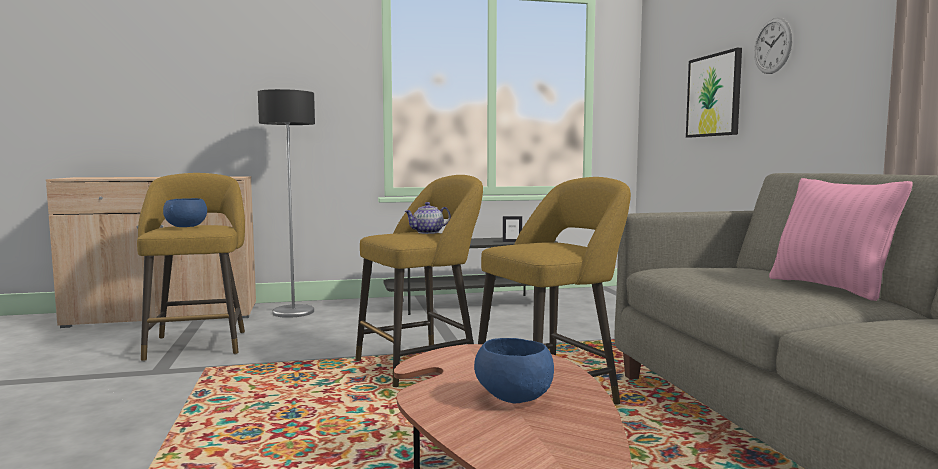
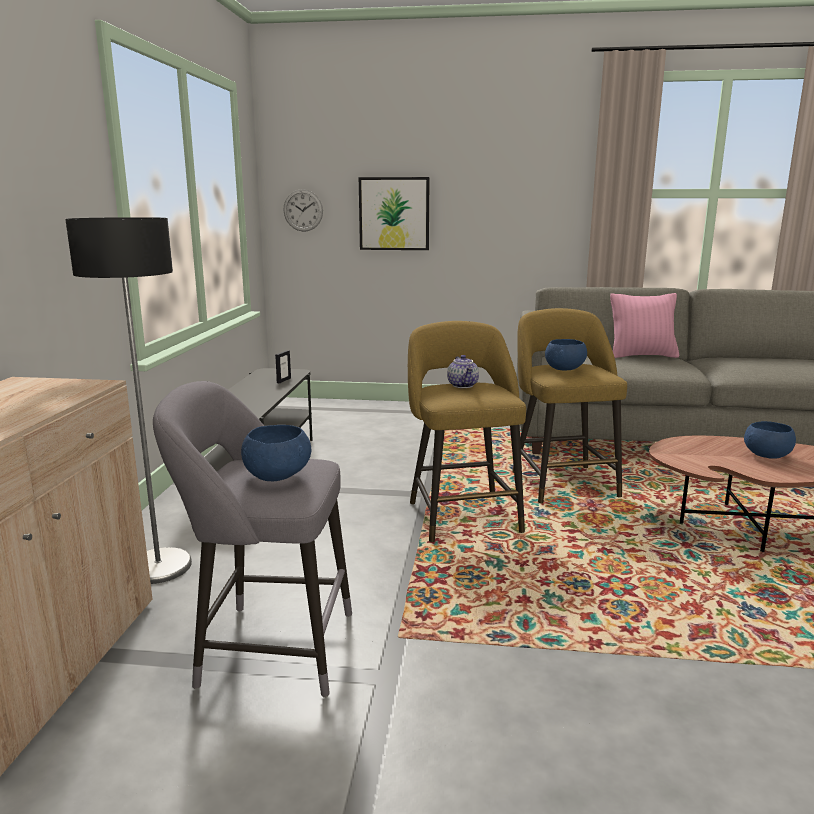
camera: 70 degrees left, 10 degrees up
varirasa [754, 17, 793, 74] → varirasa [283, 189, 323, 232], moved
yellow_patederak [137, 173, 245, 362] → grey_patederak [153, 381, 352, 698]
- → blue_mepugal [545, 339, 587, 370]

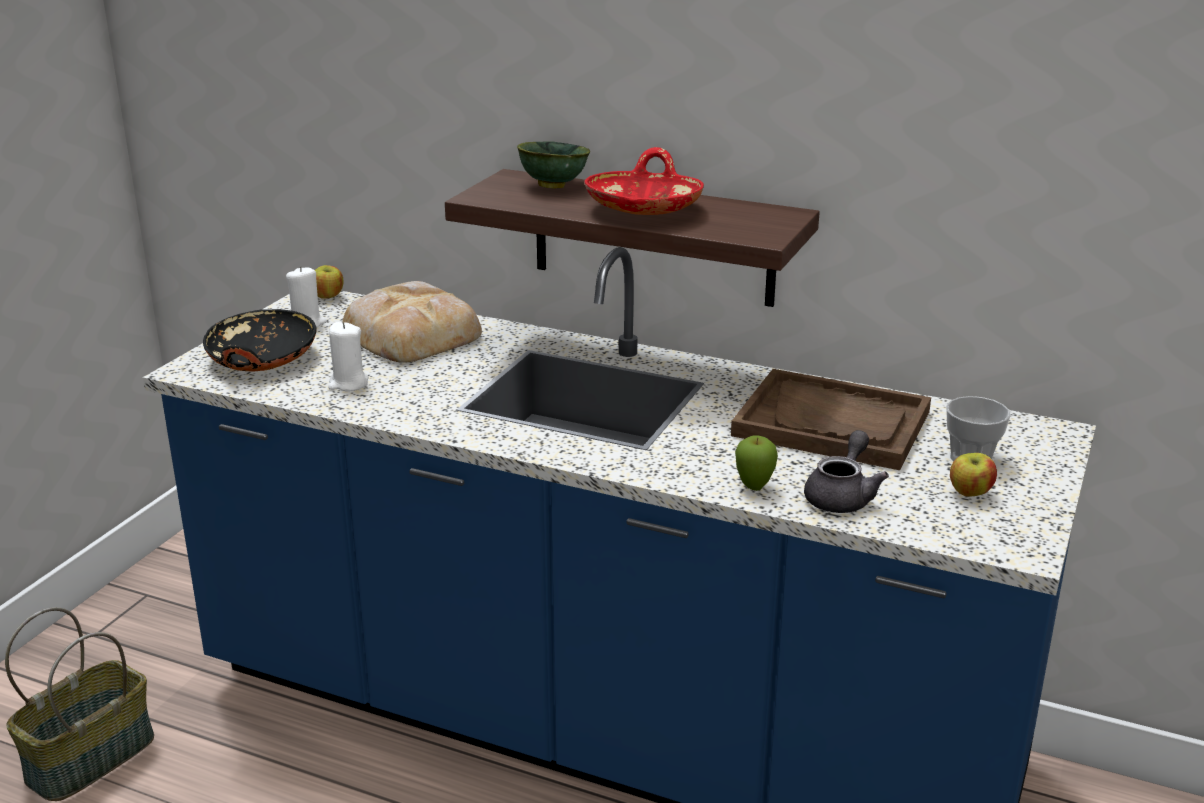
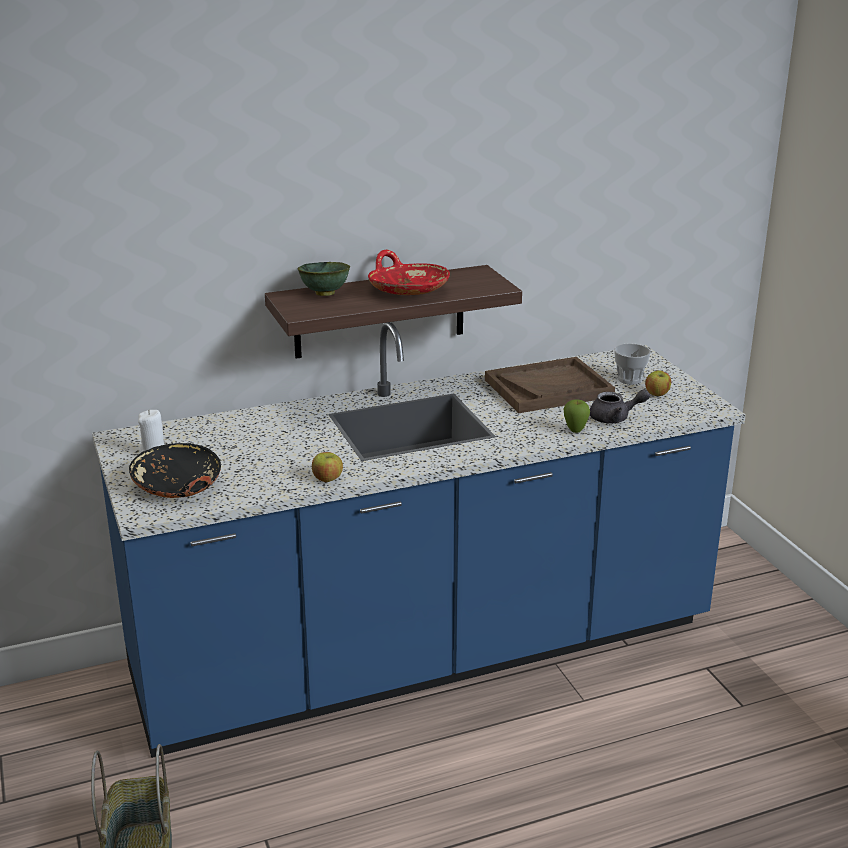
camera: 45 degrees left, 0 degrees up
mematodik [315, 265, 344, 299] → mematodik [312, 452, 343, 482], moved
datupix [342, 281, 482, 363] → -
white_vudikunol [328, 322, 369, 391] → -
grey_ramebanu [804, 430, 889, 513] → grey_ramebanu [590, 389, 650, 423], 105 degrees clockwise

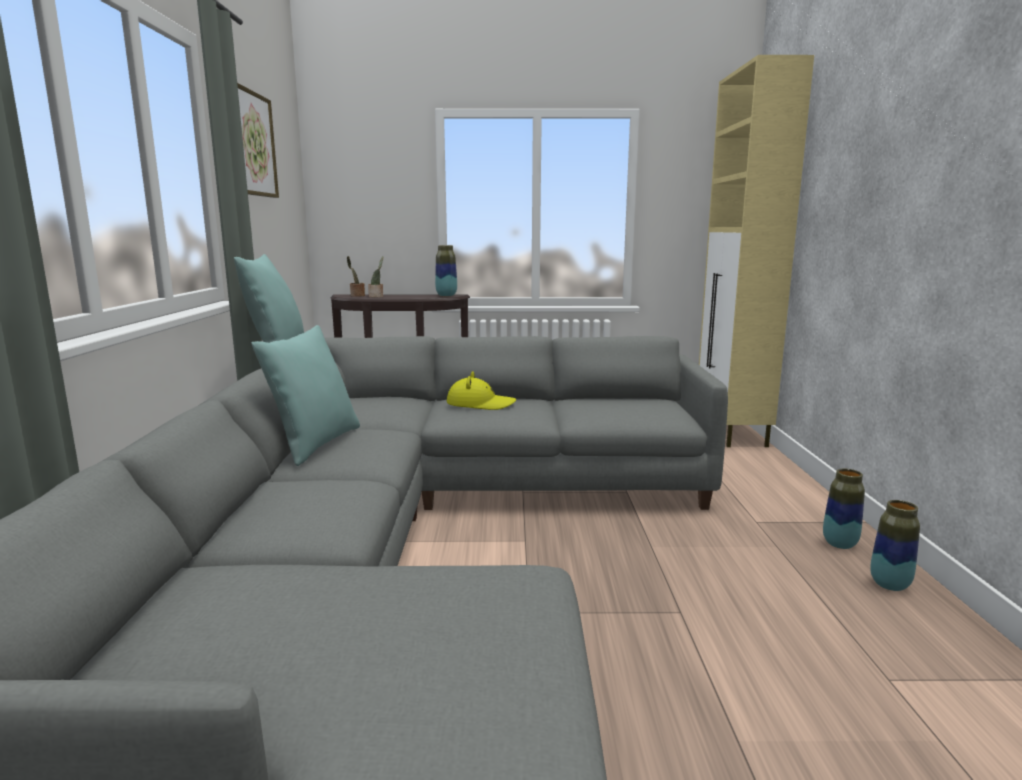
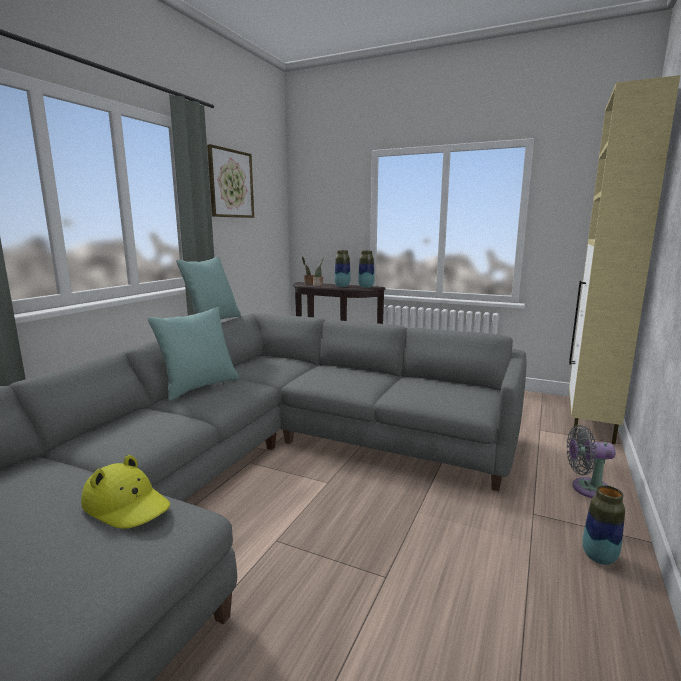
camera: 25 degrees right, 0 degrees up
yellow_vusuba [447, 371, 516, 410] → yellow_vusuba [81, 455, 170, 529], moved
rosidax [870, 500, 920, 591] → rosidax [335, 250, 351, 287], moved
- → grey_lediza [566, 425, 616, 498]

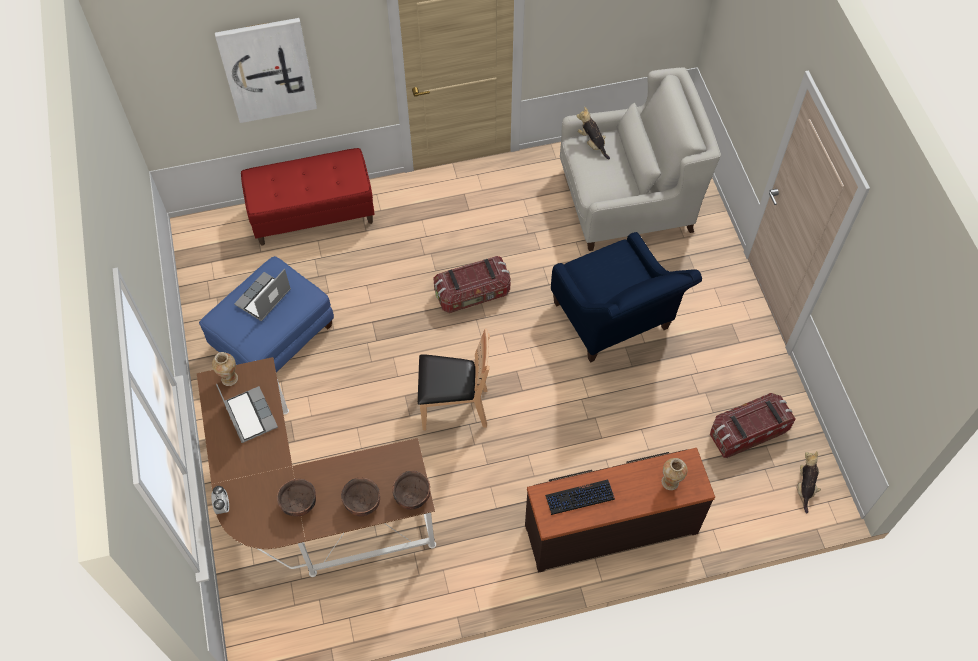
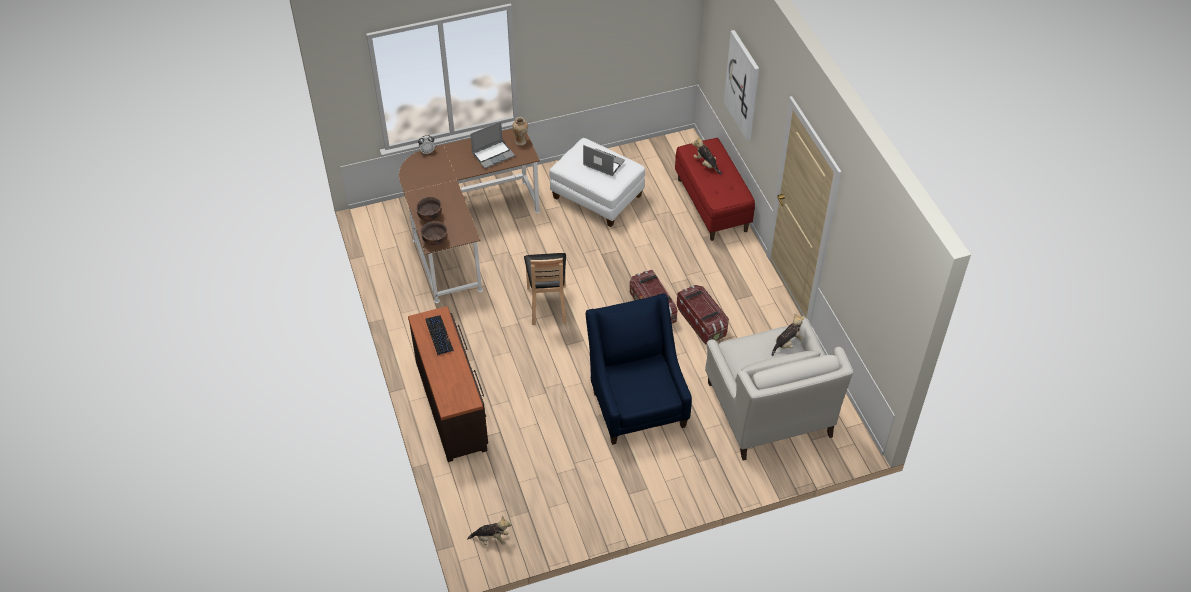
camera: 85 degrees right, 10 degrees down
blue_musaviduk [551, 232, 702, 363] → blue_musaviduk [586, 293, 692, 445], 105 degrees clockwise
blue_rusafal [199, 256, 334, 373] → white_rusafal [549, 138, 645, 227]
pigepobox [710, 393, 796, 458] → pigepobox [677, 285, 729, 345], moved
rosidax [662, 458, 687, 490] → -
brown_mepugal [277, 479, 316, 516] → -
- → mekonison [692, 136, 722, 174]

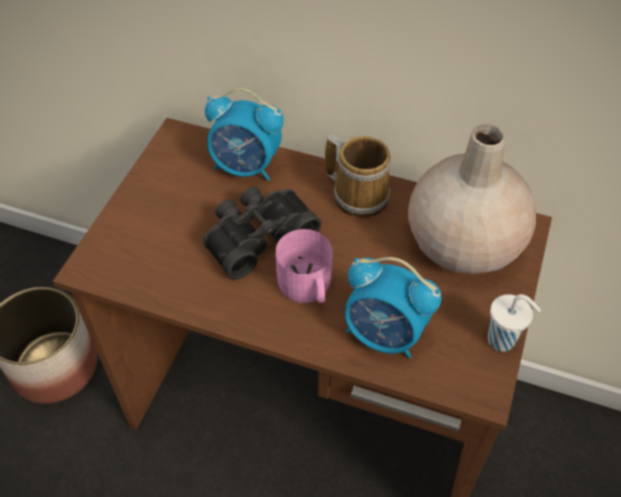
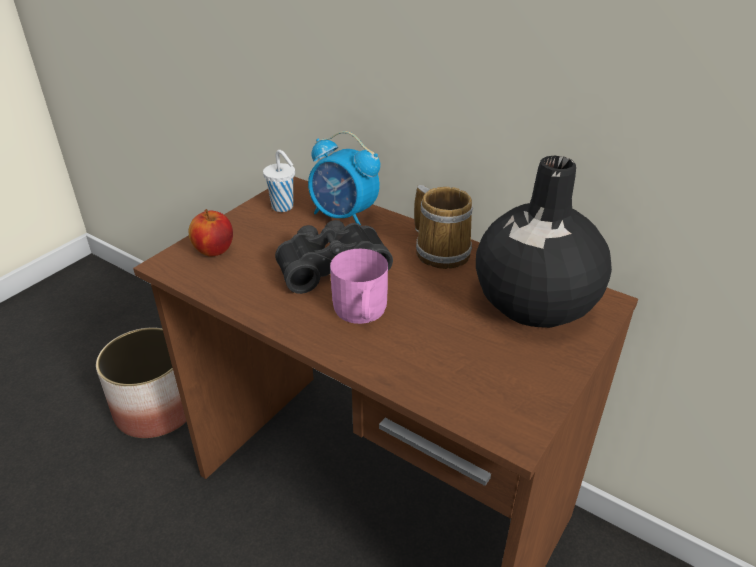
camera: 15 degrees right, 15 degrees down
beige_rosidax [408, 125, 536, 274] → black_rosidax [476, 156, 612, 328]
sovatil [345, 257, 441, 358] → -
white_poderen [487, 294, 541, 352] → white_poderen [263, 150, 295, 212], moved
- → mematodik [189, 209, 233, 257]

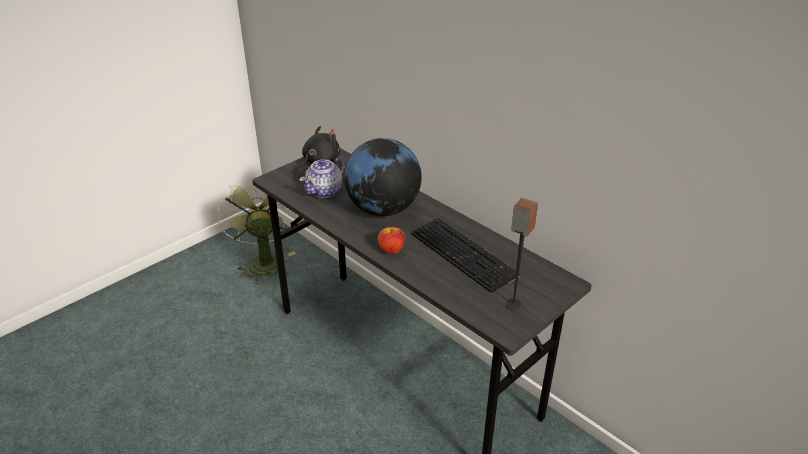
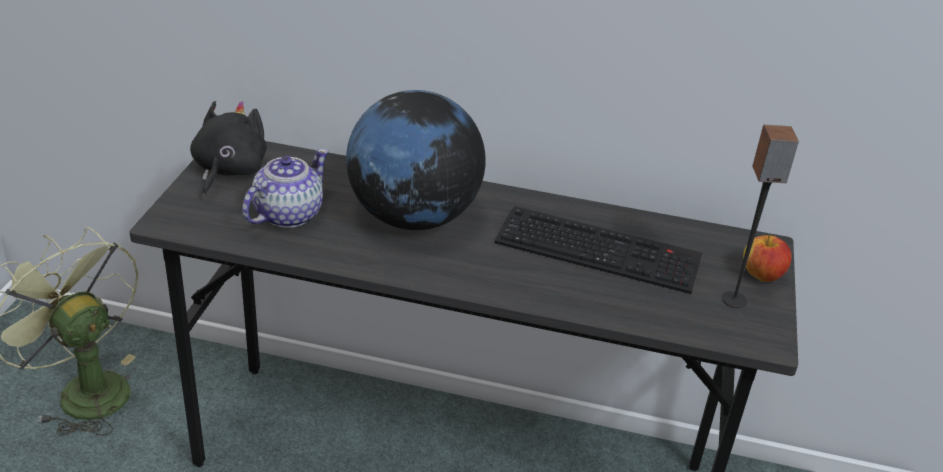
camera: 35 degrees left, 0 degrees up
ramebanu [299, 156, 346, 198] → ramebanu [242, 149, 329, 228], 150 degrees counterclockwise
mematodik [377, 227, 405, 254] → mematodik [743, 235, 792, 282], moved

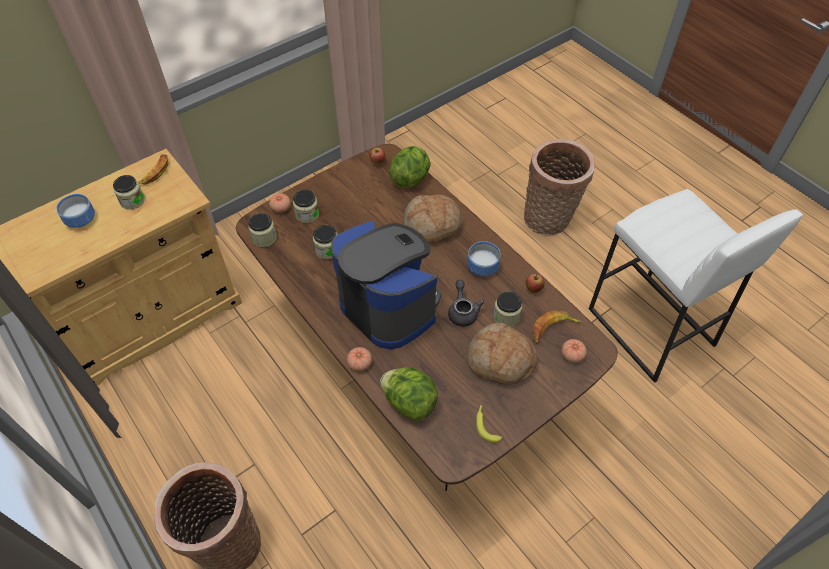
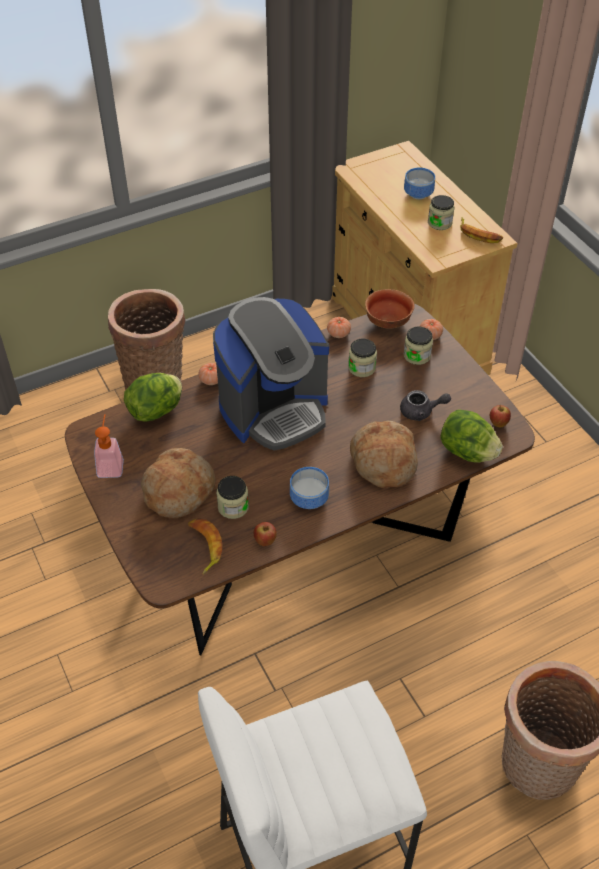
camera: 100 degrees right, 5 degrees down
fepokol [248, 213, 277, 247] → mepugal [365, 289, 415, 329]
grey_ramebanu [448, 280, 485, 327] → grey_ramebanu [400, 390, 451, 421], moved
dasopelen [561, 339, 587, 363] → dasopelen [327, 317, 351, 338], moved
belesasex [476, 404, 502, 443] → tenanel [94, 414, 124, 478]

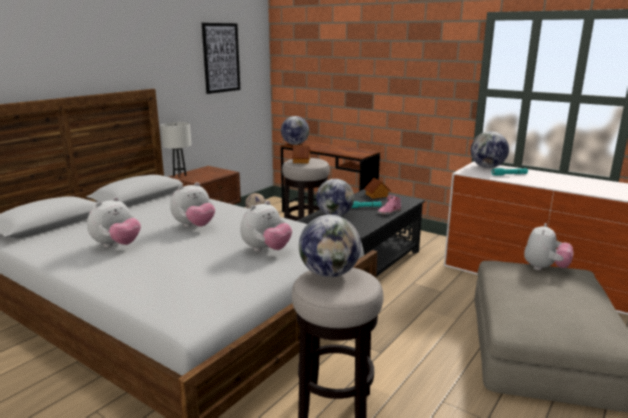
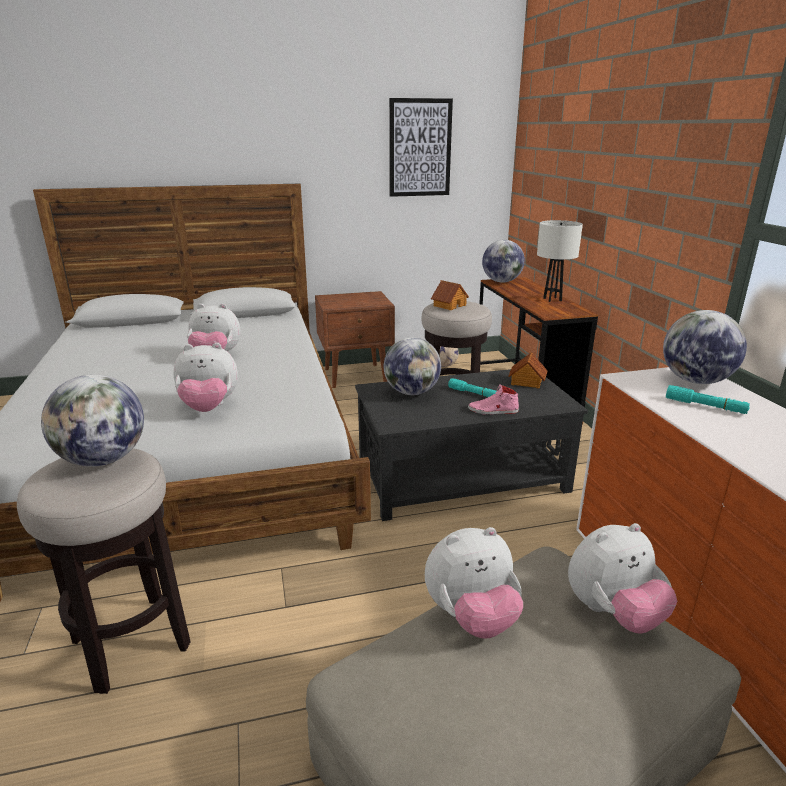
camera: 40 degrees right, 5 degrees up
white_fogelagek [161, 122, 191, 178] → white_fogelagek [537, 220, 583, 302], moved
mekonison [87, 197, 141, 247] → mekonison [425, 527, 523, 639], moved

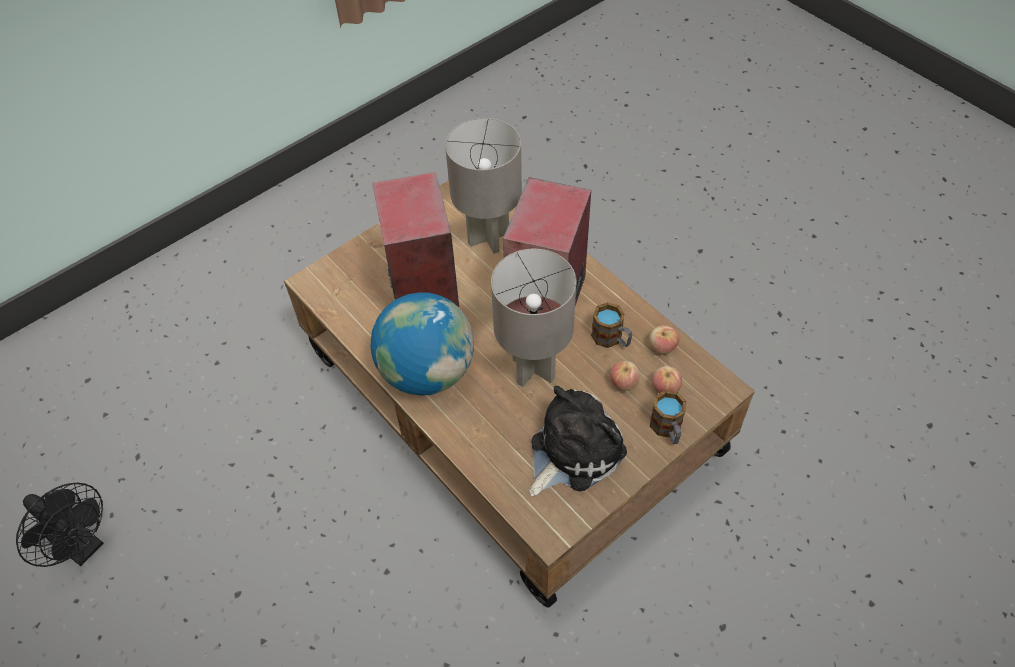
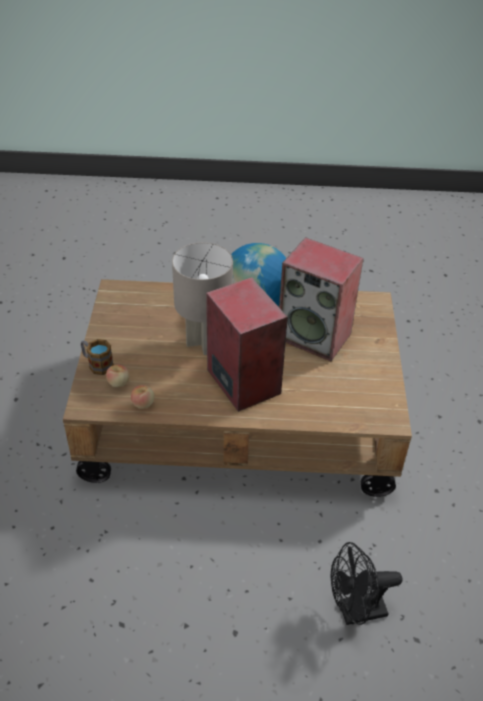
camera: 130 degrees right, 10 degrees down
grey_fogelagek [445, 118, 522, 254] → -
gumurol [591, 302, 632, 348] → -
mematodik [610, 361, 640, 391] → -
mekonison [529, 386, 627, 496] → -
black_lediza [16, 483, 103, 567] → black_lediza [331, 542, 402, 625], moved

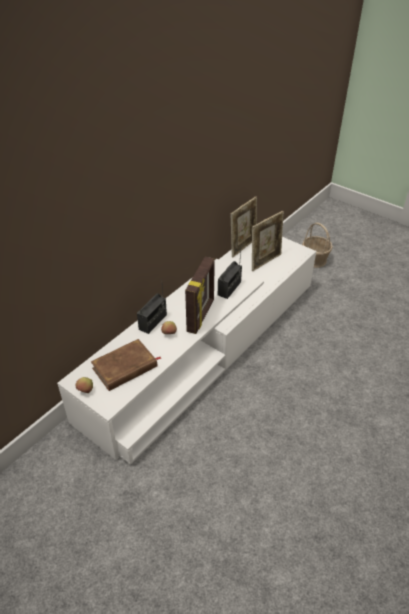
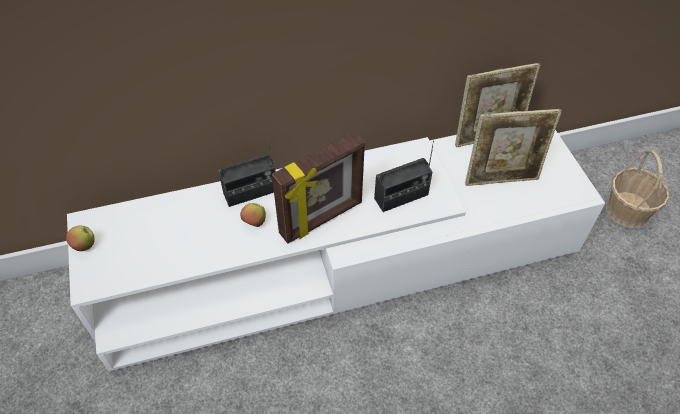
camera: 35 degrees right, 10 degrees up
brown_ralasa [91, 339, 161, 391] → -

